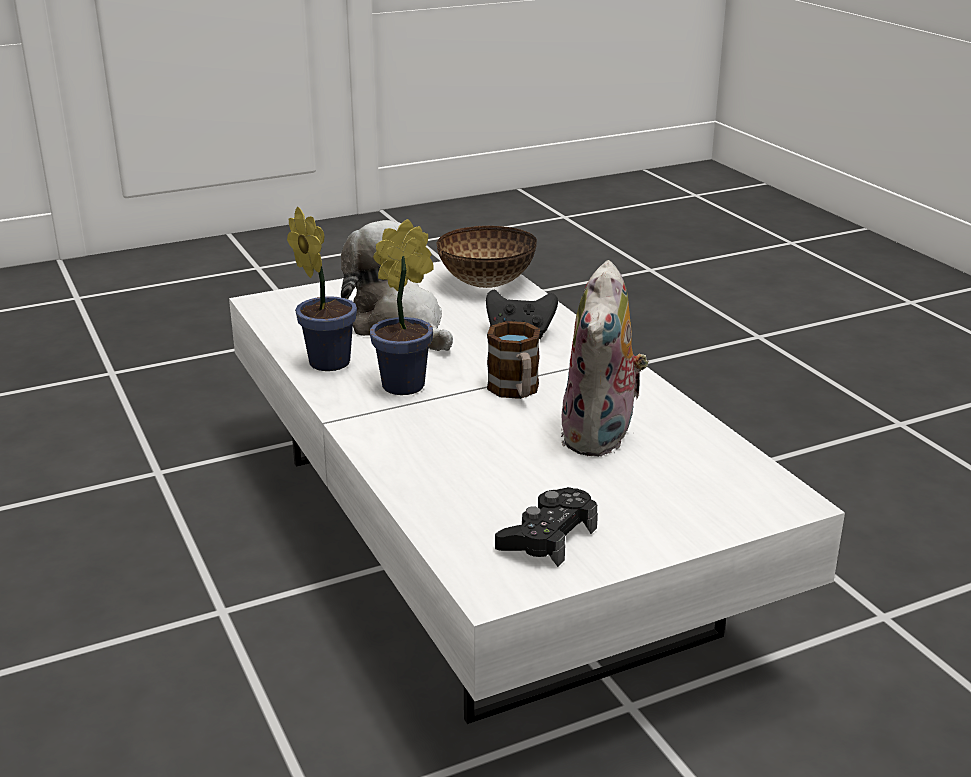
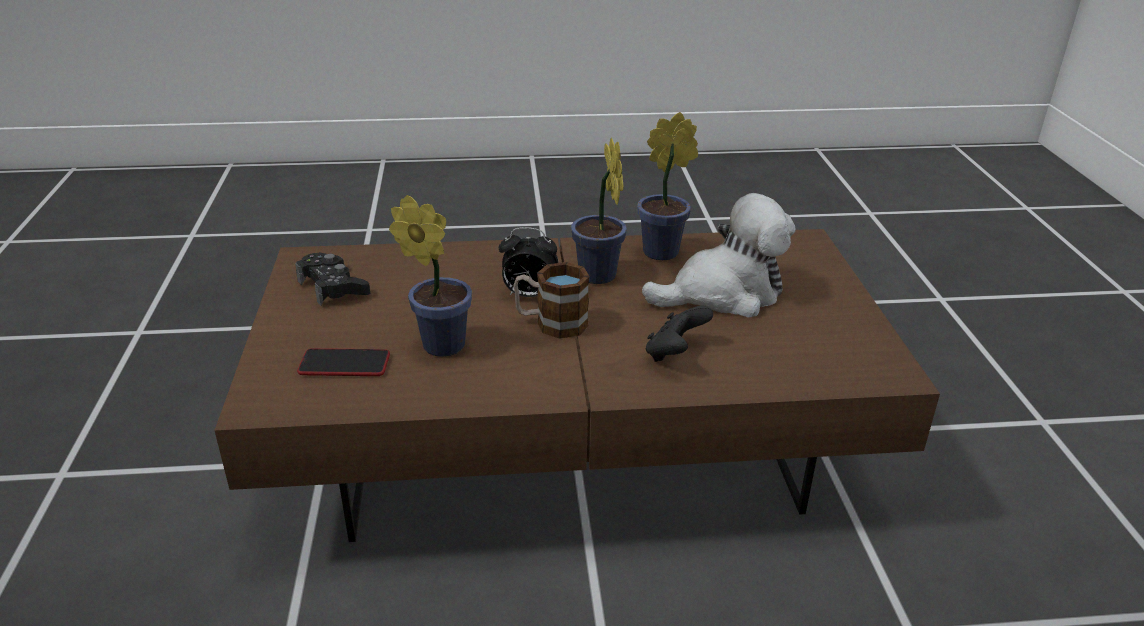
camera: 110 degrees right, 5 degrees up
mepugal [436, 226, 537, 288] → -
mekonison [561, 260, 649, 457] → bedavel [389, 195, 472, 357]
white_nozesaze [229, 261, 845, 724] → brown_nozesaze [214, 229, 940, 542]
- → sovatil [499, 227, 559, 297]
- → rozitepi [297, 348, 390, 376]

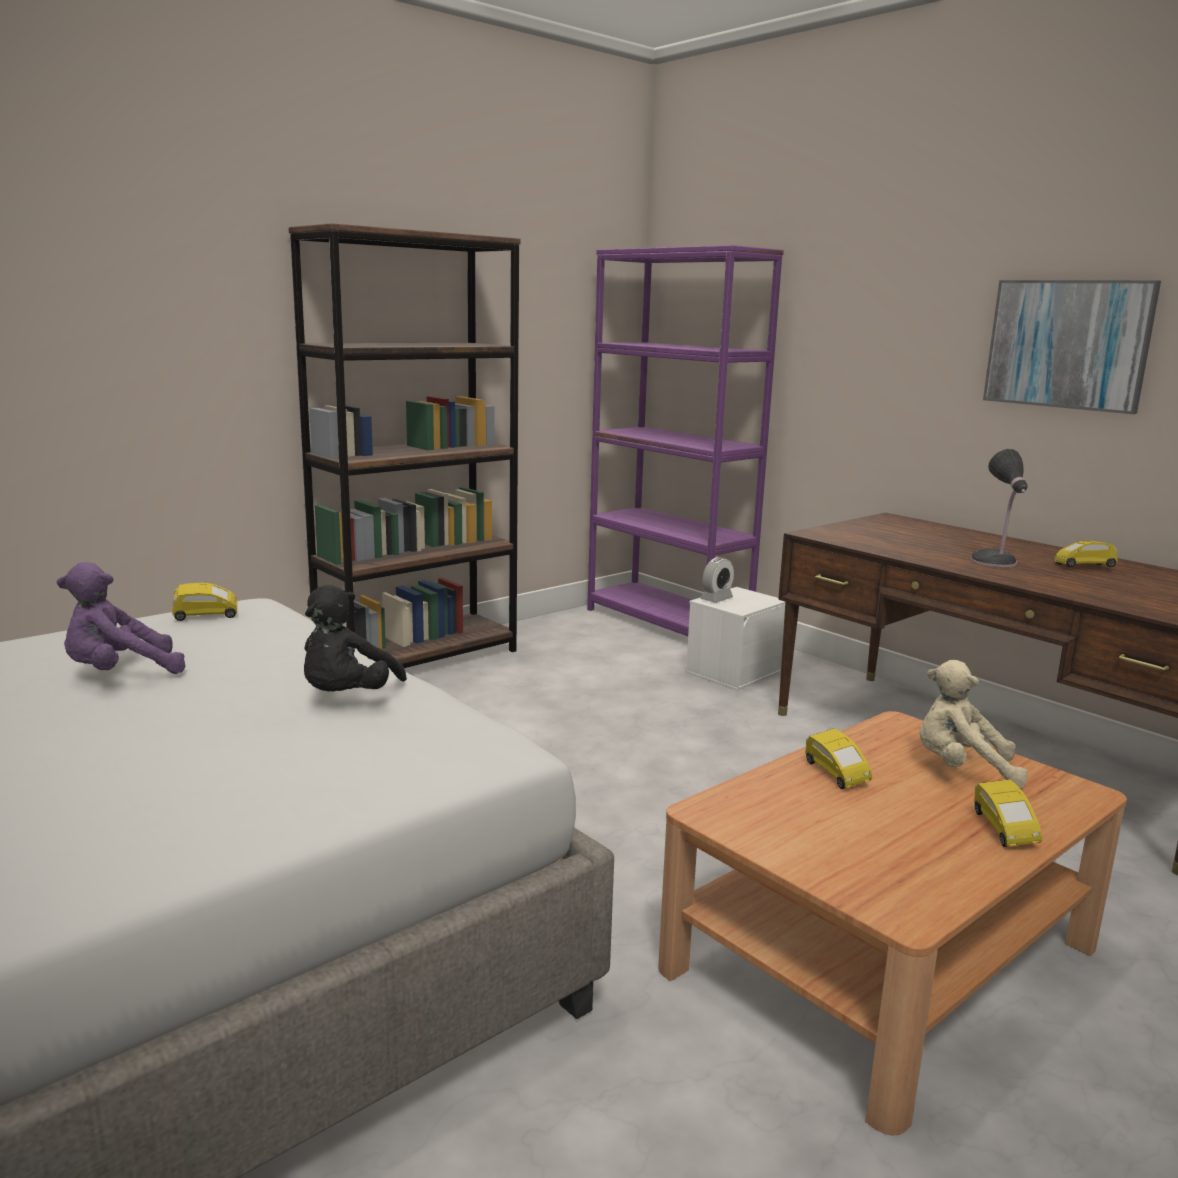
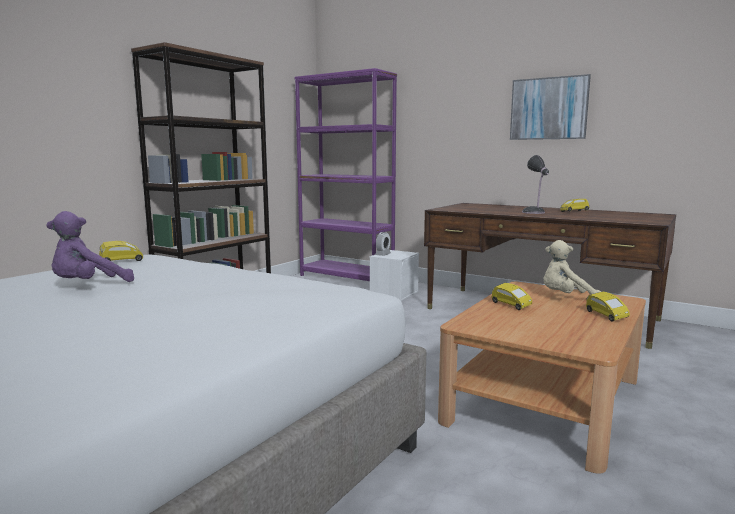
camera: 15 degrees left, 5 degrees down
black_mekonison [304, 585, 407, 691] → -

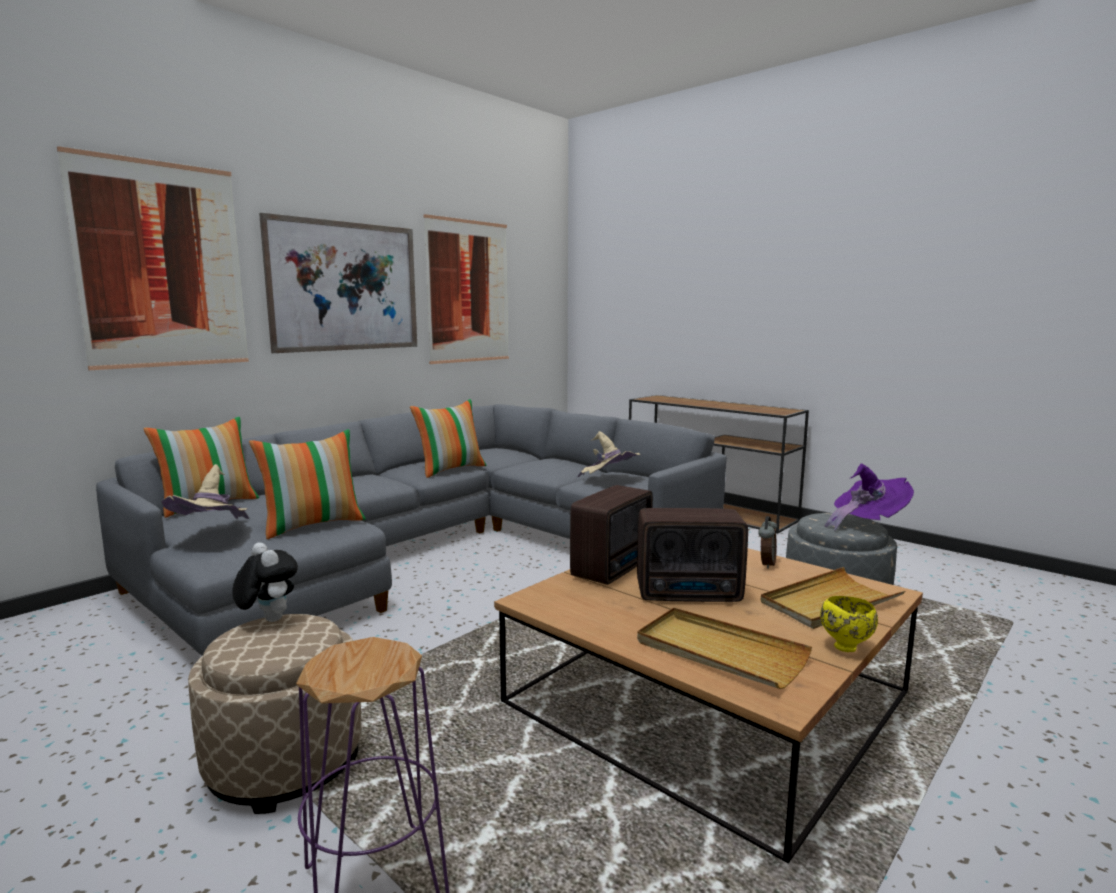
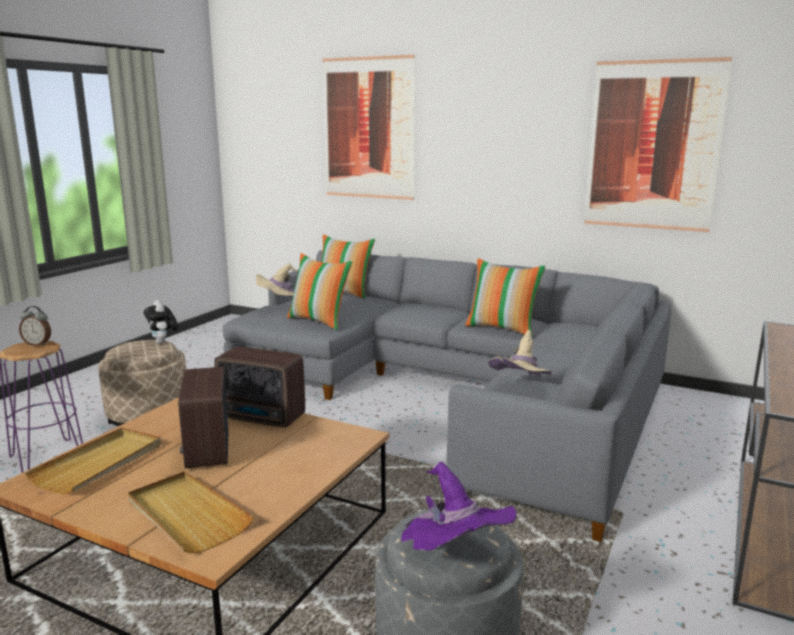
camera: 75 degrees right, 5 degrees up
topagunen [259, 213, 417, 353] → -
sovatil [758, 516, 778, 569] → sovatil [19, 306, 51, 346], moved
mekonison [232, 542, 298, 622] → mekonison [144, 300, 178, 344], 120 degrees clockwise
yellow_mepugal [820, 596, 878, 652] → -

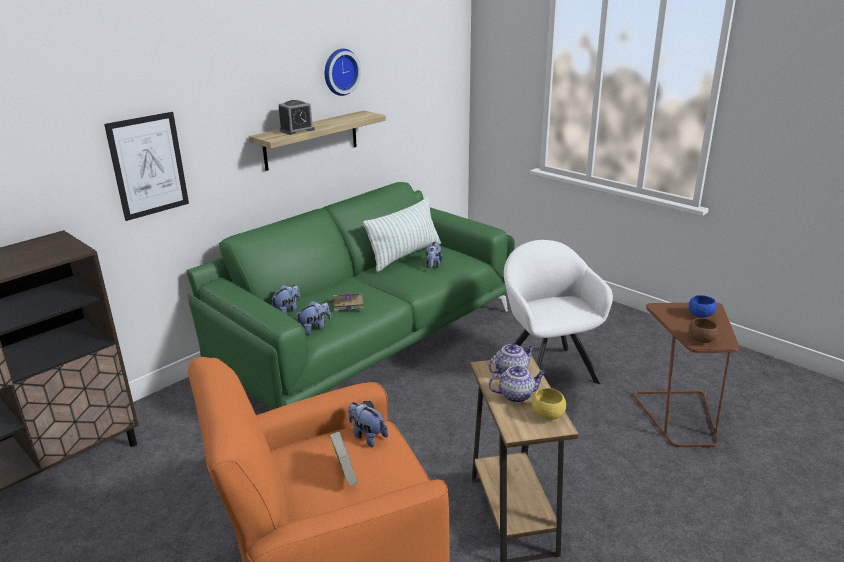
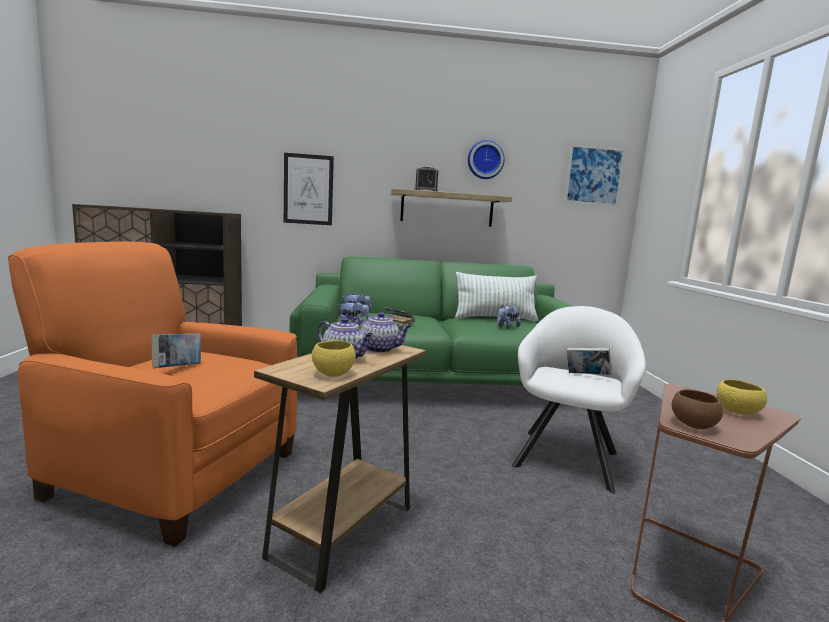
camera: 40 degrees right, 15 degrees down
blue_mepugal [689, 295, 717, 318] → yellow_mepugal [717, 380, 767, 415]
mekonison [348, 401, 388, 447] → -
- → topagunen [564, 145, 625, 206]
- → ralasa [567, 347, 612, 375]

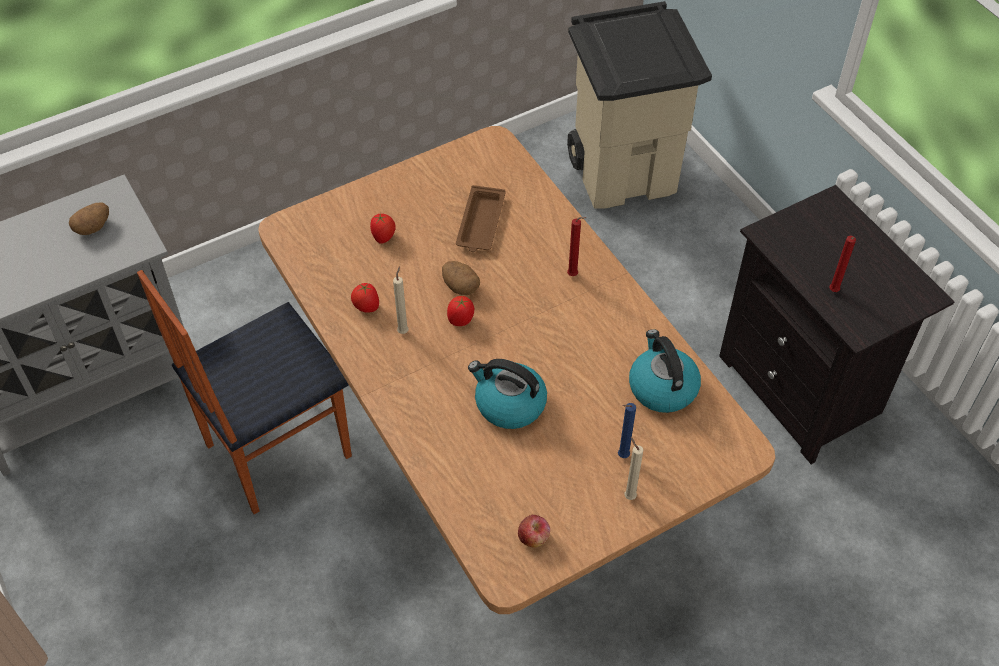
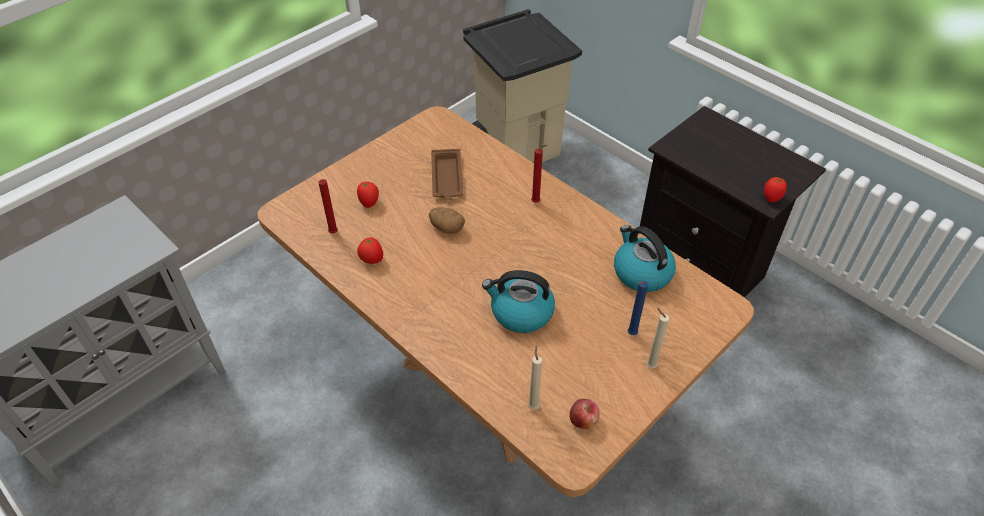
camera: 15 degrees left, 5 degrees down
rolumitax [69, 203, 109, 235] → -
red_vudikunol [829, 236, 856, 292] → red_vudikunol [319, 179, 338, 234], moved
beige_vudikunol [393, 266, 409, 334] → beige_vudikunol [528, 345, 542, 410], moved
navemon [137, 270, 352, 514] → -
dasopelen [447, 296, 474, 326] → dasopelen [764, 177, 787, 202], moved

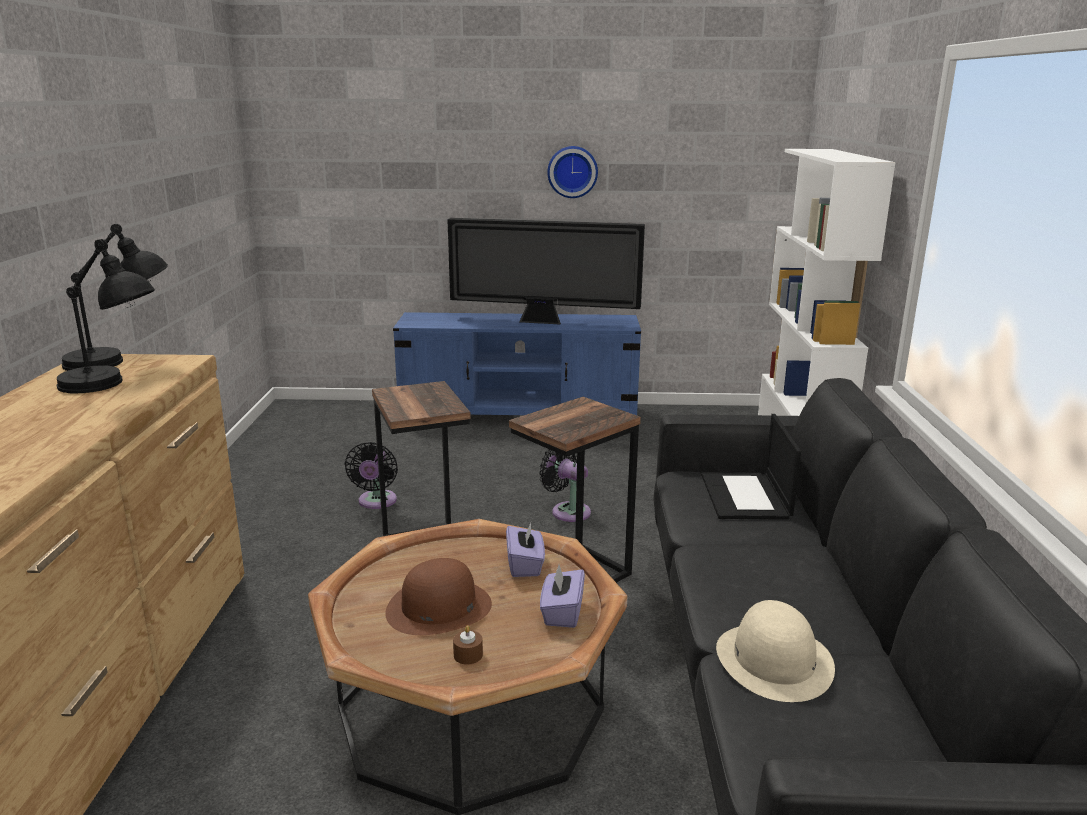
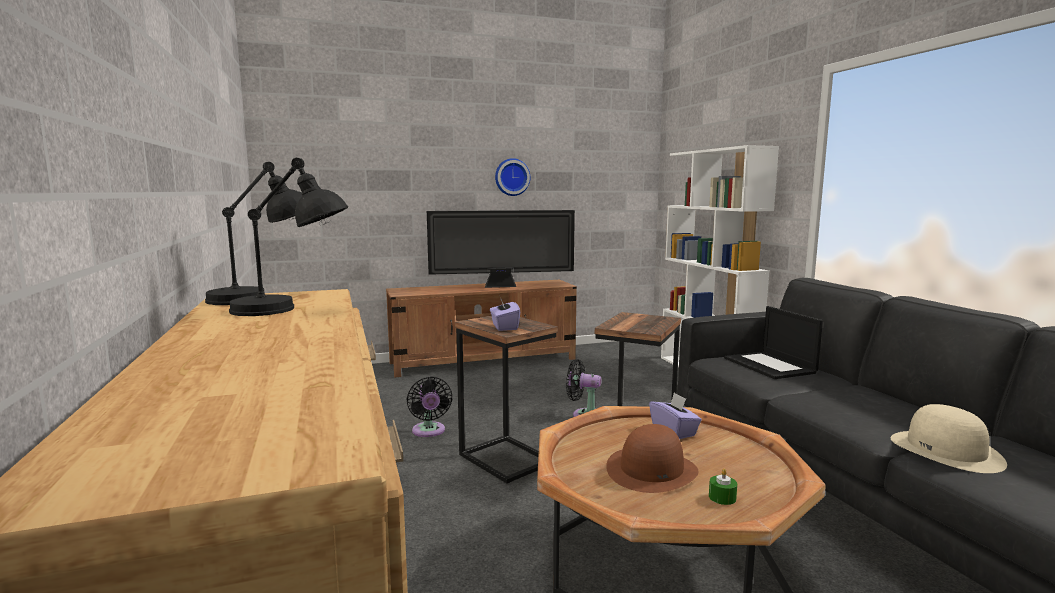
camera: 20 degrees left, 10 degrees down
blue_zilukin [393, 312, 641, 415] → brown_zilukin [386, 280, 577, 377]
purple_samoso [540, 565, 585, 628] → purple_samoso [490, 295, 520, 331], moved
brown_vudikunol [453, 625, 483, 665] → green_vudikunol [709, 468, 737, 505]

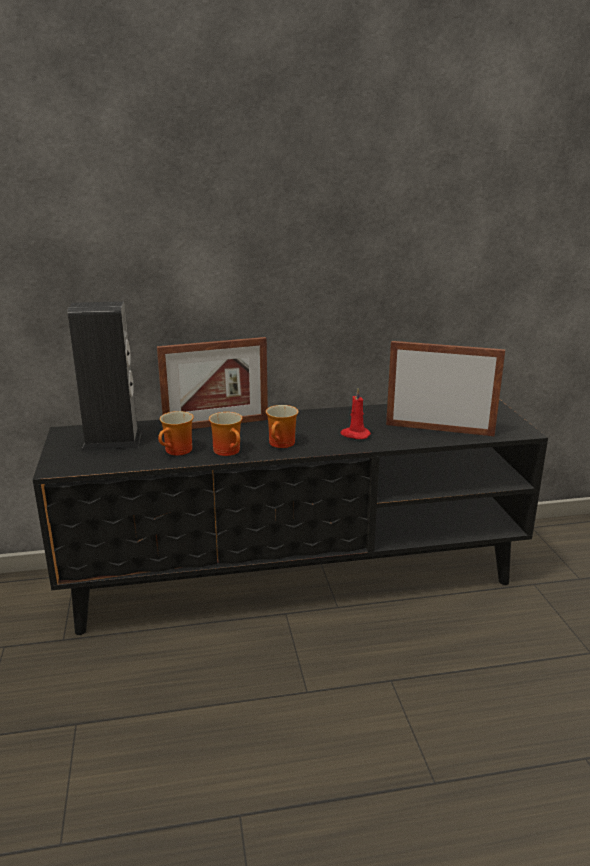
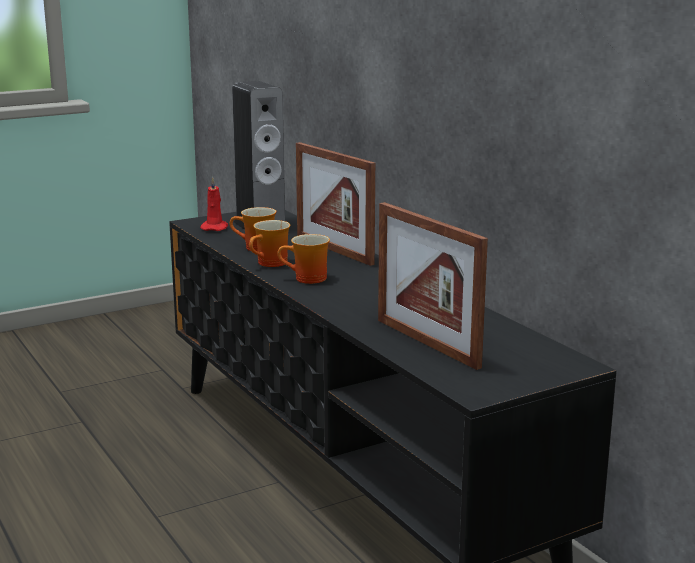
camera: 70 degrees right, 5 degrees down
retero [386, 341, 505, 436] → retero [378, 202, 488, 370], 150 degrees clockwise
red_vudikunol [341, 388, 371, 439] → red_vudikunol [200, 177, 228, 231], moved

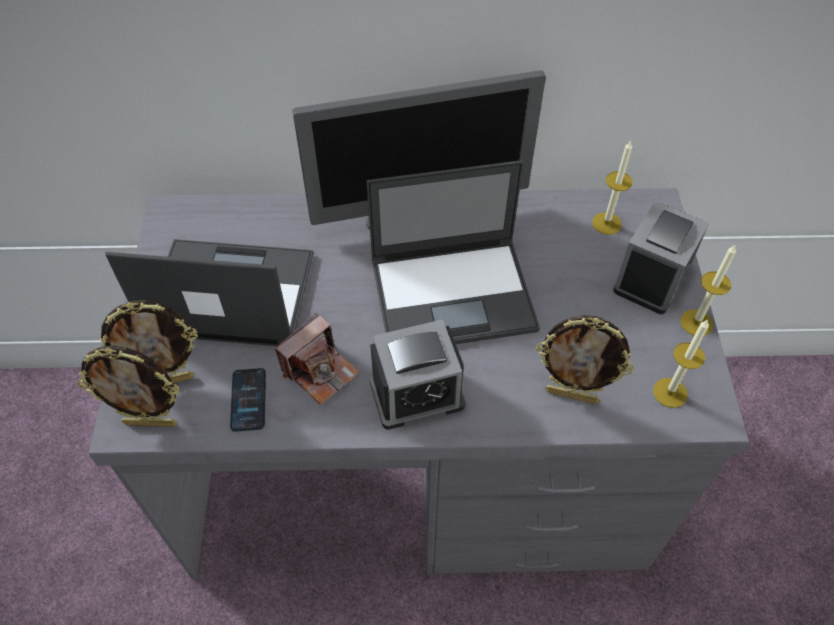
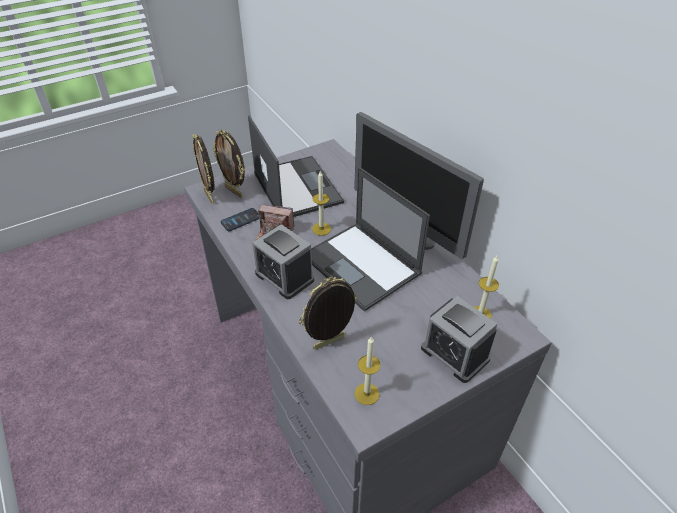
camera: 60 degrees right, 10 degrees down
sovatil [613, 201, 709, 314] → sovatil [421, 296, 497, 383], 45 degrees clockwise
vudikunol [680, 245, 736, 336] → vudikunol [312, 171, 331, 236], moved
retero [536, 315, 634, 404] → retero [299, 277, 357, 350], 75 degrees clockwise

